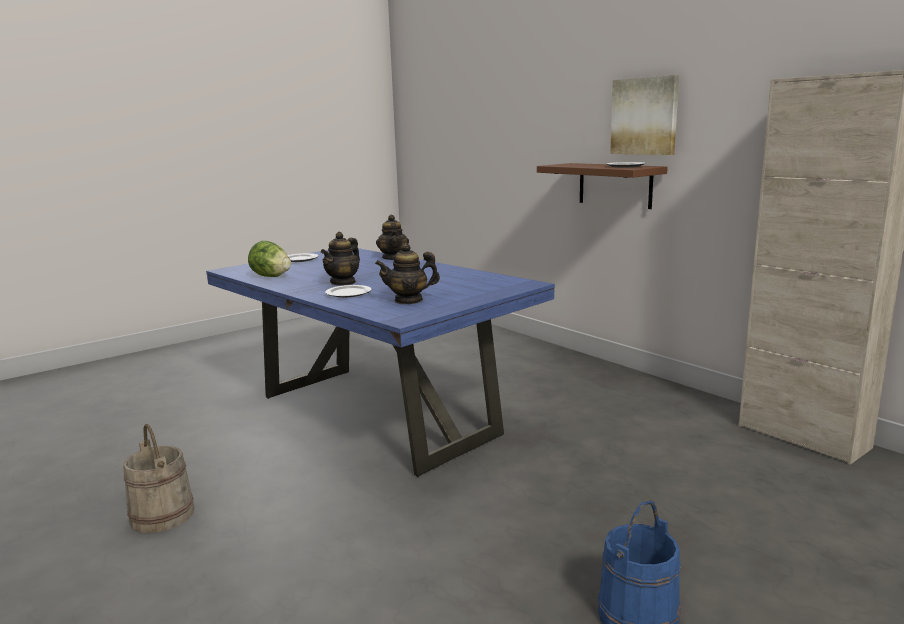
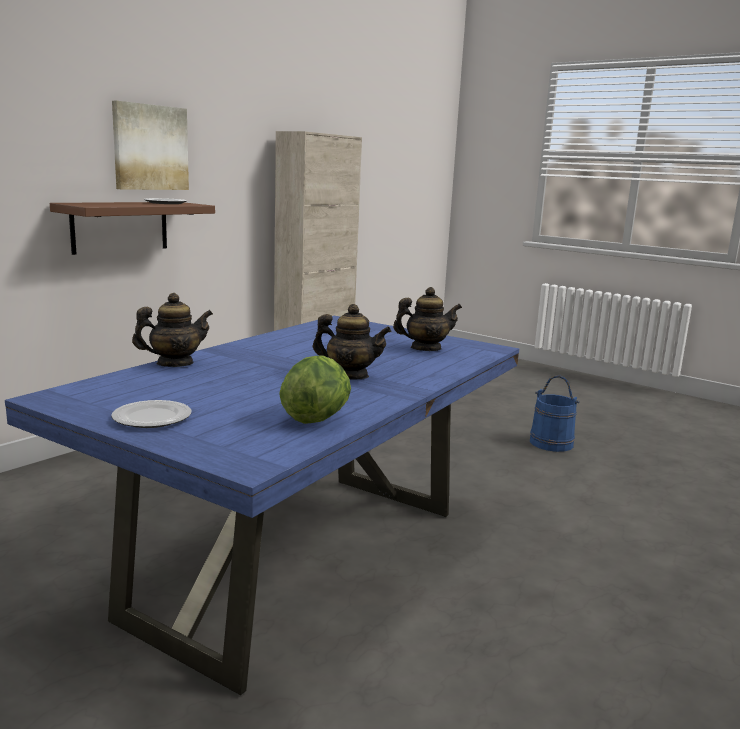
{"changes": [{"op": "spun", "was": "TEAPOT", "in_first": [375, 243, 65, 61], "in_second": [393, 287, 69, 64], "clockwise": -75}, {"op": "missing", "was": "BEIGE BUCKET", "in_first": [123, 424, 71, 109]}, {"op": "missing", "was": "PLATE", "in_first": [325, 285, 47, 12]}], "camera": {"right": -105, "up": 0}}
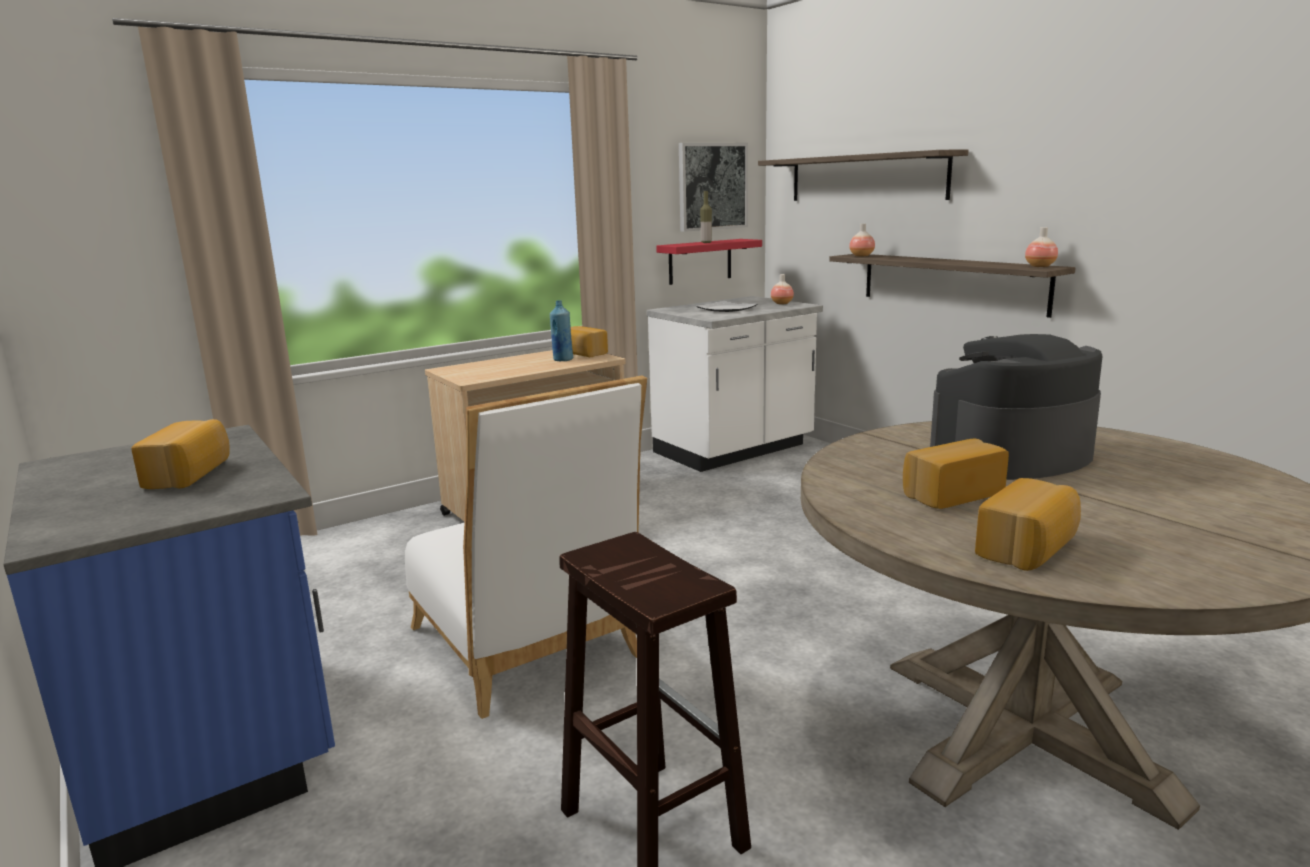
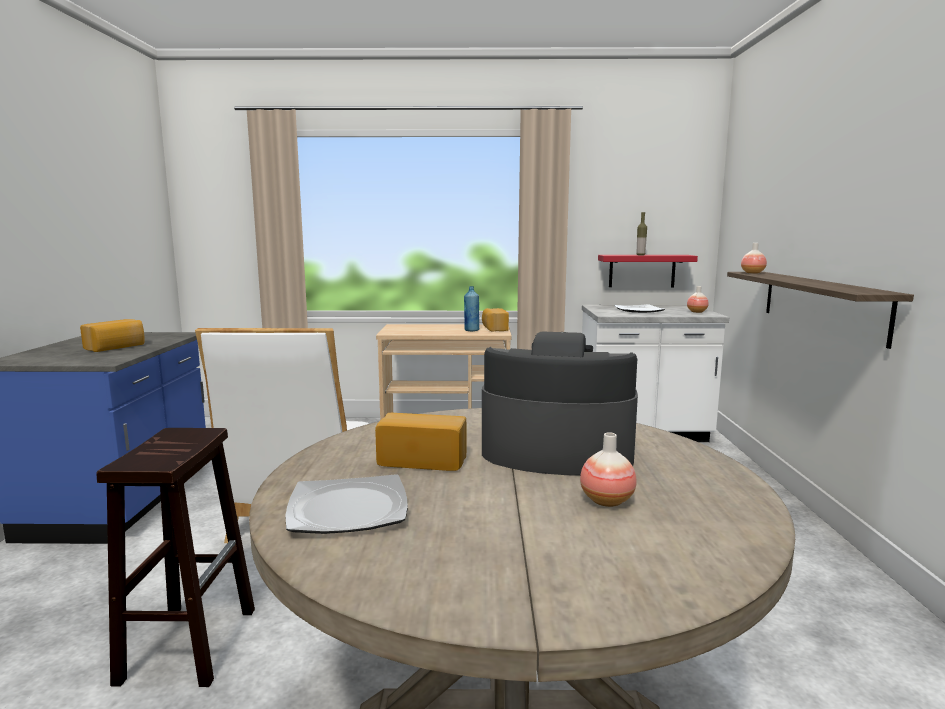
{"changes": [{"op": "exchanged", "was": "BREAD", "now": "PLATE", "in_first": [975, 478, 106, 93], "in_second": [285, 474, 123, 60]}, {"op": "relocated", "was": "VASE", "in_first": [1025, 227, 33, 40], "in_second": [580, 432, 56, 75]}, {"op": "missing", "was": "PICTURE", "in_first": [679, 143, 69, 89]}, {"op": "missing", "was": "SHELF", "in_first": [758, 150, 211, 51]}], "camera": {"right": 35, "up": -5}}
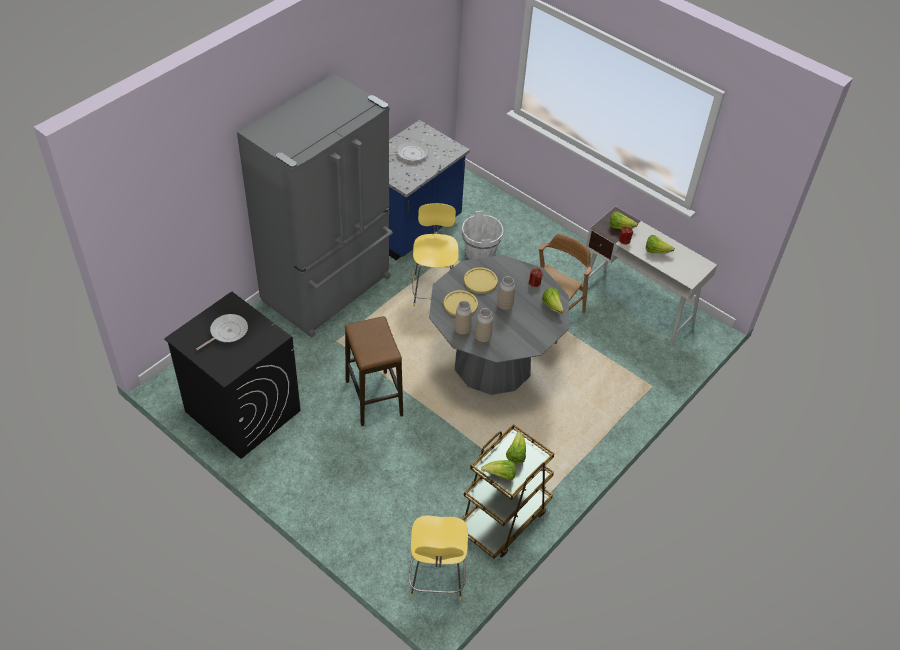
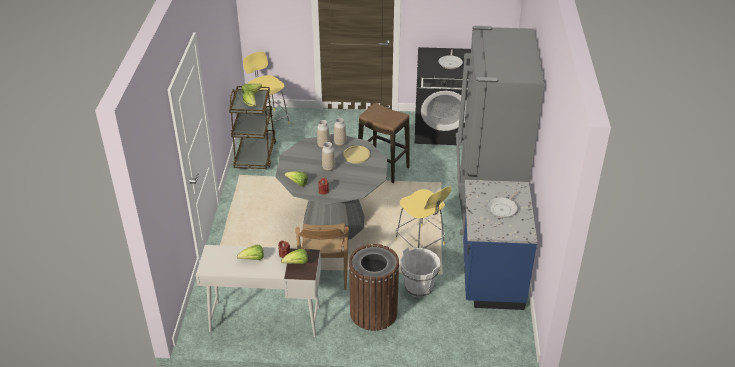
{"changes": [{"op": "appeared", "now": "BROWN TRASH CAN", "in_second": [349, 244, 50, 87]}, {"op": "missing", "was": "YELLOW PLATE", "in_first": [464, 267, 34, 27]}], "camera": {"right": 145, "up": -10}}
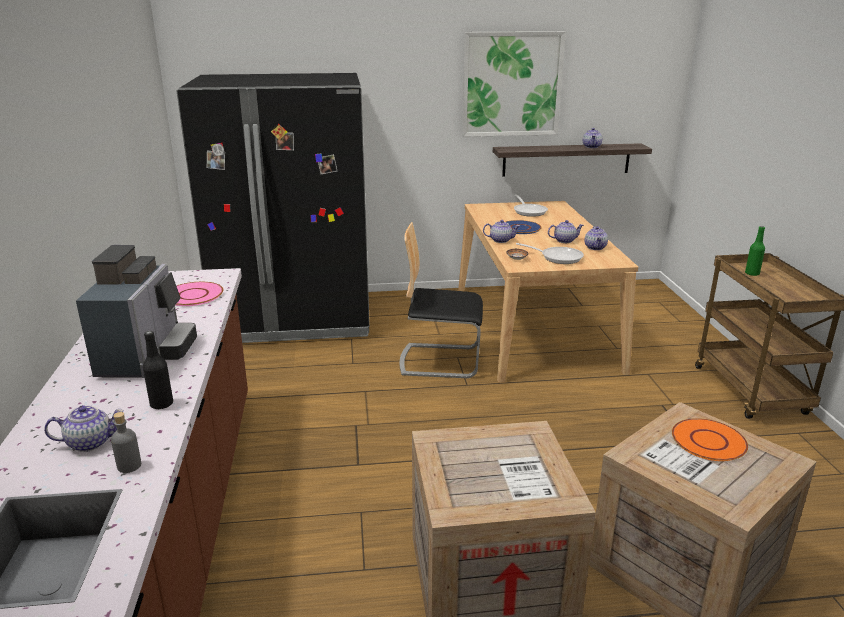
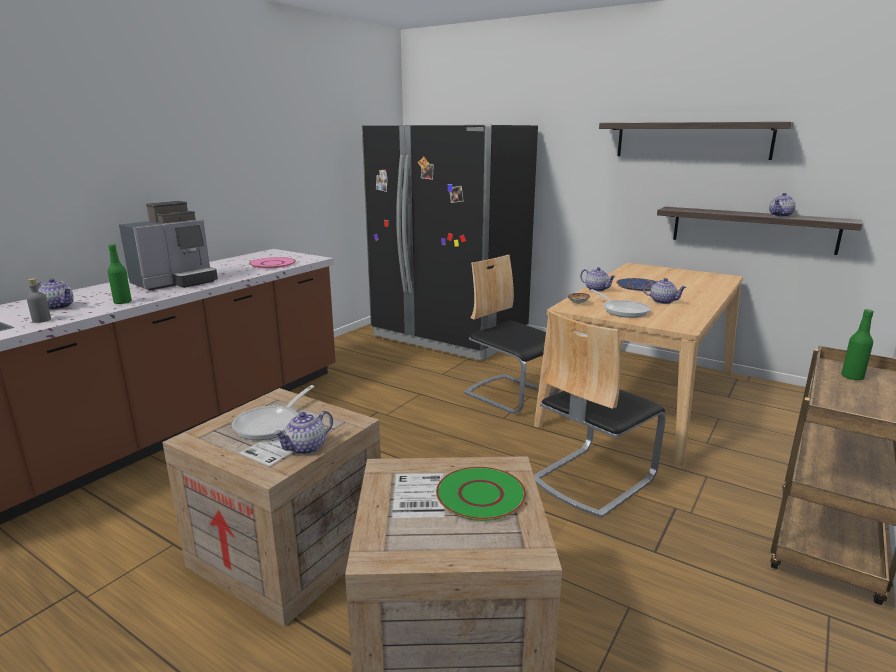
{"changes": [{"op": "colour", "was": "BLACK BOTTLE", "now": "GREEN BOTTLE", "in_first": [143, 331, 30, 78], "in_second": [108, 244, 24, 60]}, {"op": "relocated", "was": "FRYING PAN", "in_first": [514, 195, 34, 22], "in_second": [232, 385, 83, 55]}, {"op": "relocated", "was": "TEAPOT", "in_first": [585, 226, 23, 24], "in_second": [274, 410, 59, 45]}, {"op": "colour", "was": "ORANGE PLATE", "now": "GREEN PLATE", "in_first": [672, 418, 76, 43], "in_second": [436, 467, 90, 54]}, {"op": "appeared", "now": "CHAIR", "in_second": [534, 311, 132, 207]}, {"op": "exchanged", "was": "PICTURE", "now": "SHELF", "in_first": [462, 31, 104, 106], "in_second": [599, 122, 195, 38]}], "camera": {"right": 40, "up": -5}}
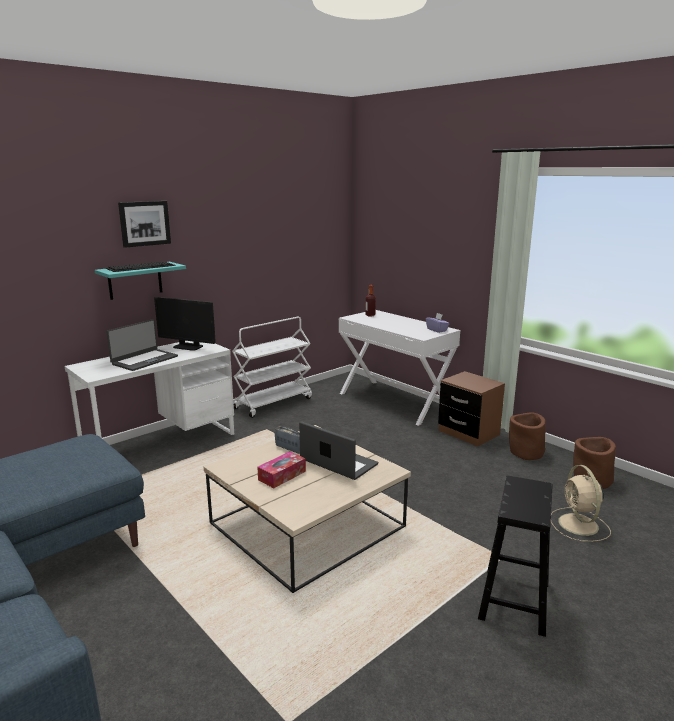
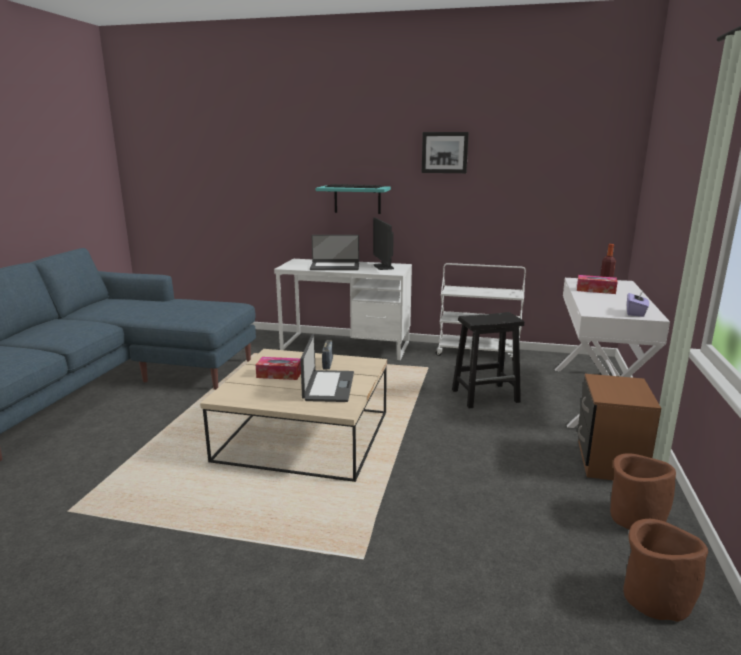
{"changes": [{"op": "relocated", "was": "PICTURE", "in_first": [118, 201, 53, 47], "in_second": [422, 132, 47, 41]}, {"op": "relocated", "was": "BLACK STOOL", "in_first": [478, 476, 75, 161], "in_second": [452, 312, 72, 97]}, {"op": "appeared", "now": "TISSUE BOX", "in_second": [577, 275, 41, 19]}, {"op": "missing", "was": "BEIGE FAN", "in_first": [551, 465, 60, 77]}], "camera": {"right": 55, "up": 0}}
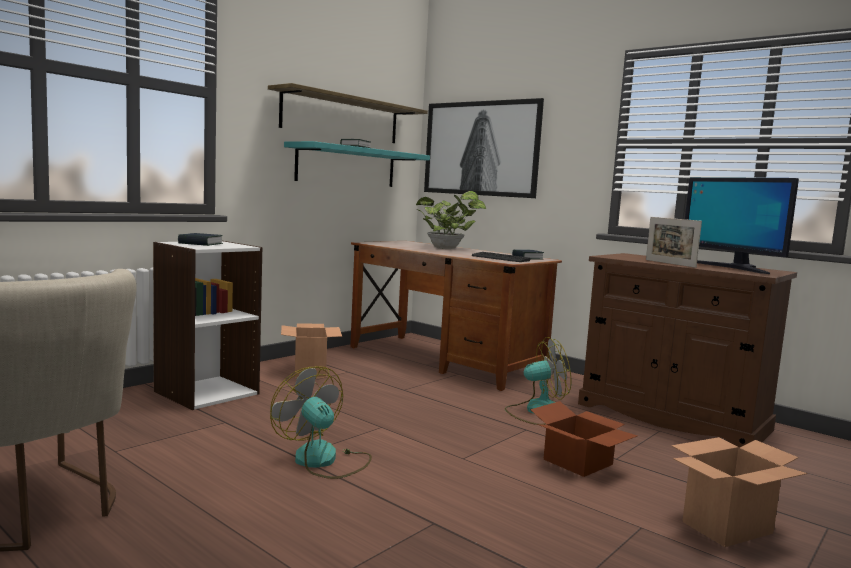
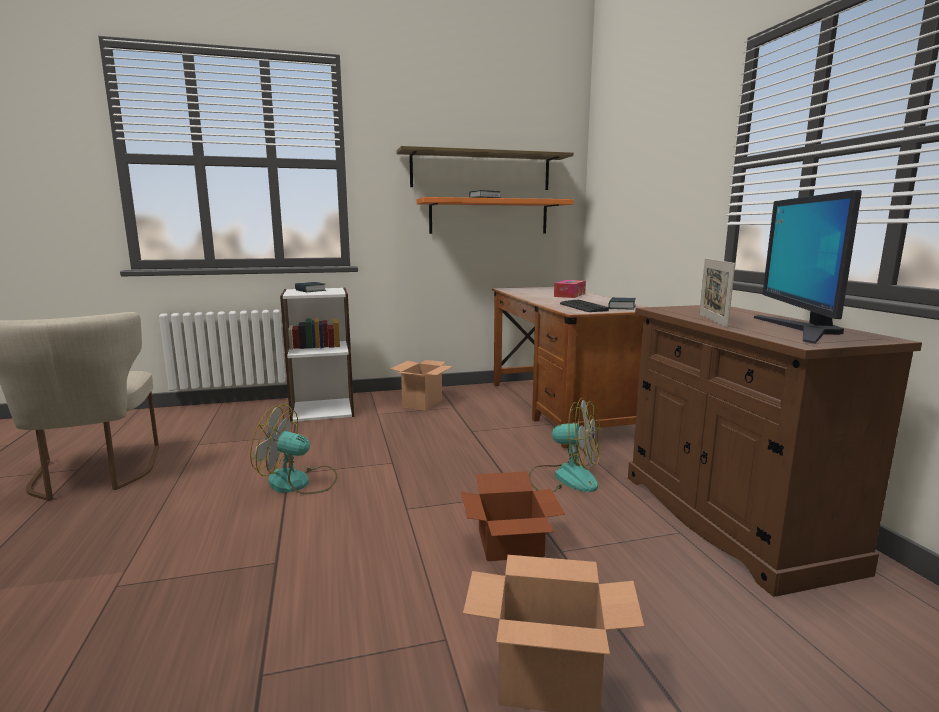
{"changes": [{"op": "spun", "was": "FAN", "in_first": [270, 366, 102, 113], "in_second": [250, 404, 88, 91], "clockwise": -75}, {"op": "colour", "was": "TURQUOISE SHELF", "now": "ORANGE SHELF", "in_first": [284, 141, 146, 46], "in_second": [416, 197, 158, 37]}, {"op": "exchanged", "was": "POTTED PLANT", "now": "TISSUE BOX", "in_first": [416, 191, 70, 58], "in_second": [554, 280, 32, 18]}, {"op": "missing", "was": "PICTURE", "in_first": [424, 98, 120, 100]}], "camera": {"right": 35, "up": 5}}
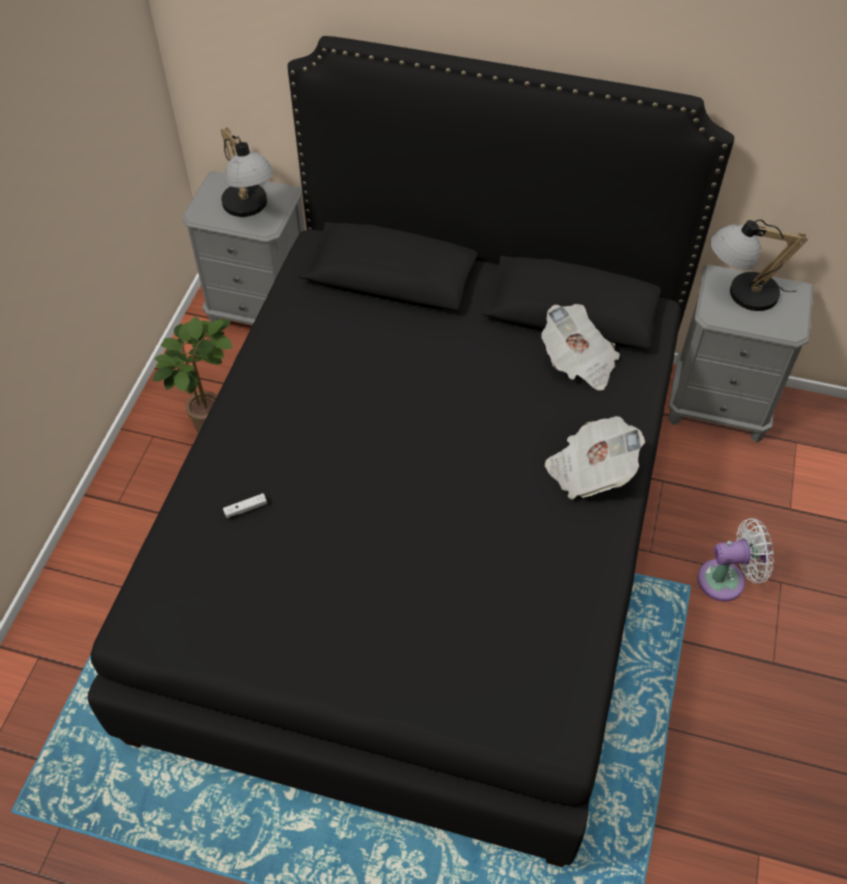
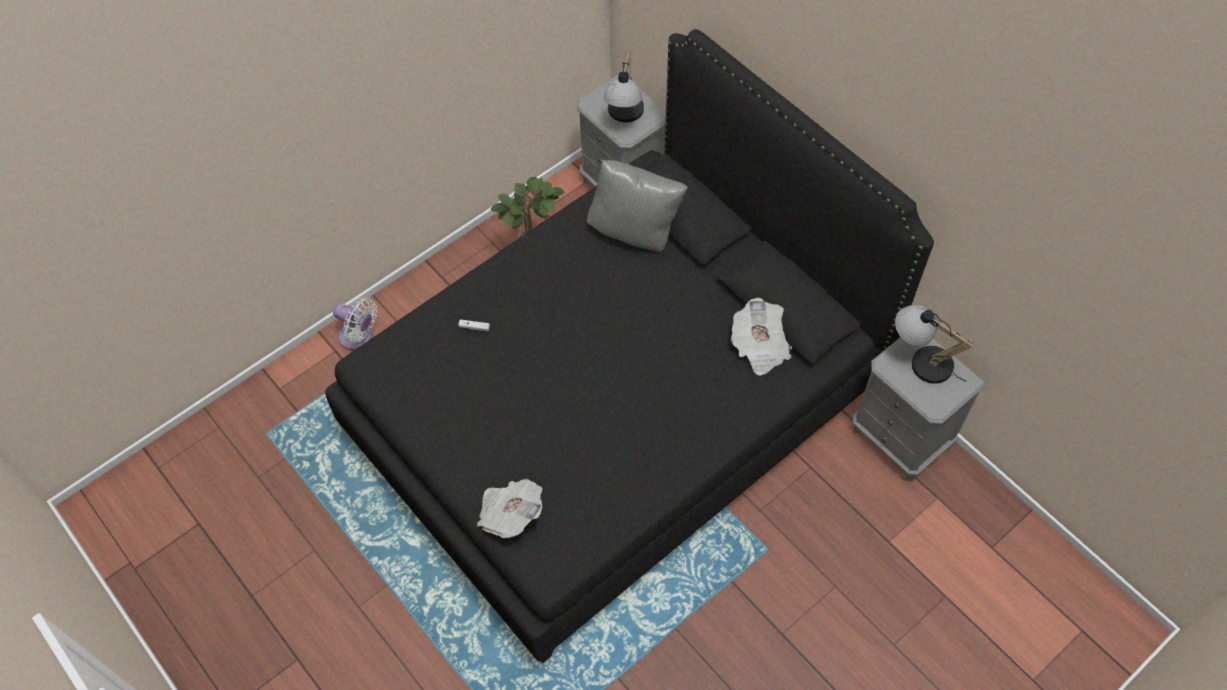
{"changes": [{"op": "relocated", "was": "WHITE FAN", "in_first": [697, 518, 77, 83], "in_second": [333, 298, 44, 53]}, {"op": "relocated", "was": "NEWSPAPER", "in_first": [545, 416, 100, 83], "in_second": [477, 479, 65, 59]}, {"op": "appeared", "now": "GREY PILLOW", "in_second": [587, 160, 101, 92]}], "camera": {"right": 35, "up": 5}}
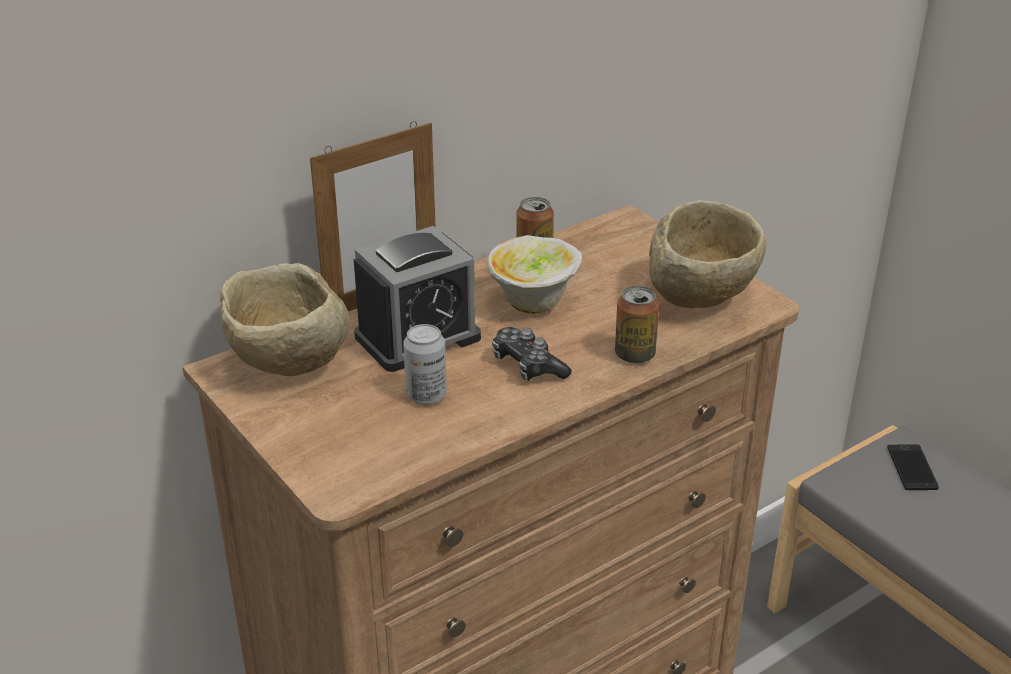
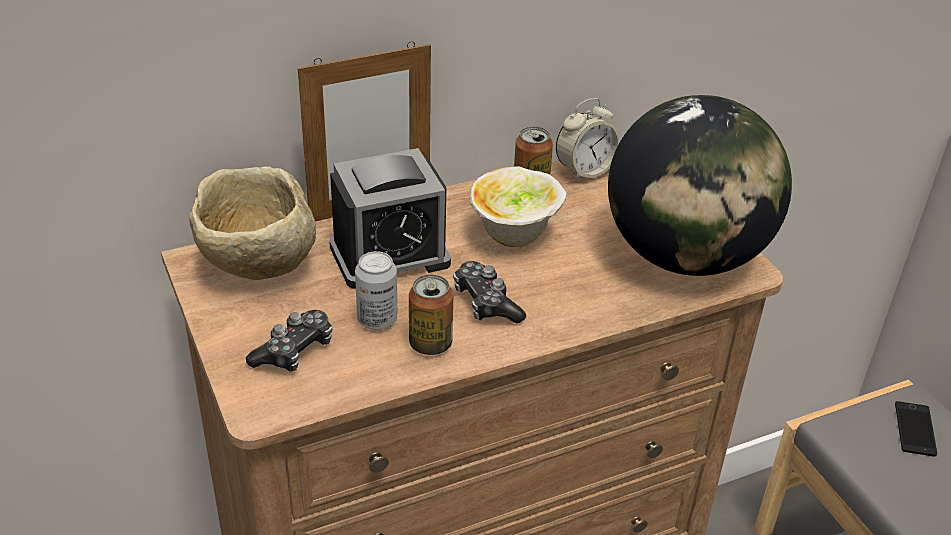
{"changes": [{"op": "appeared", "now": "GAME CONTROLLER", "in_second": [246, 310, 86, 62]}, {"op": "relocated", "was": "CAN", "in_first": [615, 286, 44, 78], "in_second": [409, 275, 44, 80]}, {"op": "appeared", "now": "ALARM CLOCK", "in_second": [556, 98, 65, 84]}, {"op": "exchanged", "was": "BEIGE BOWL", "now": "GLOBE", "in_first": [649, 200, 117, 109], "in_second": [608, 95, 184, 181]}], "camera": {"right": 10, "up": 5}}
